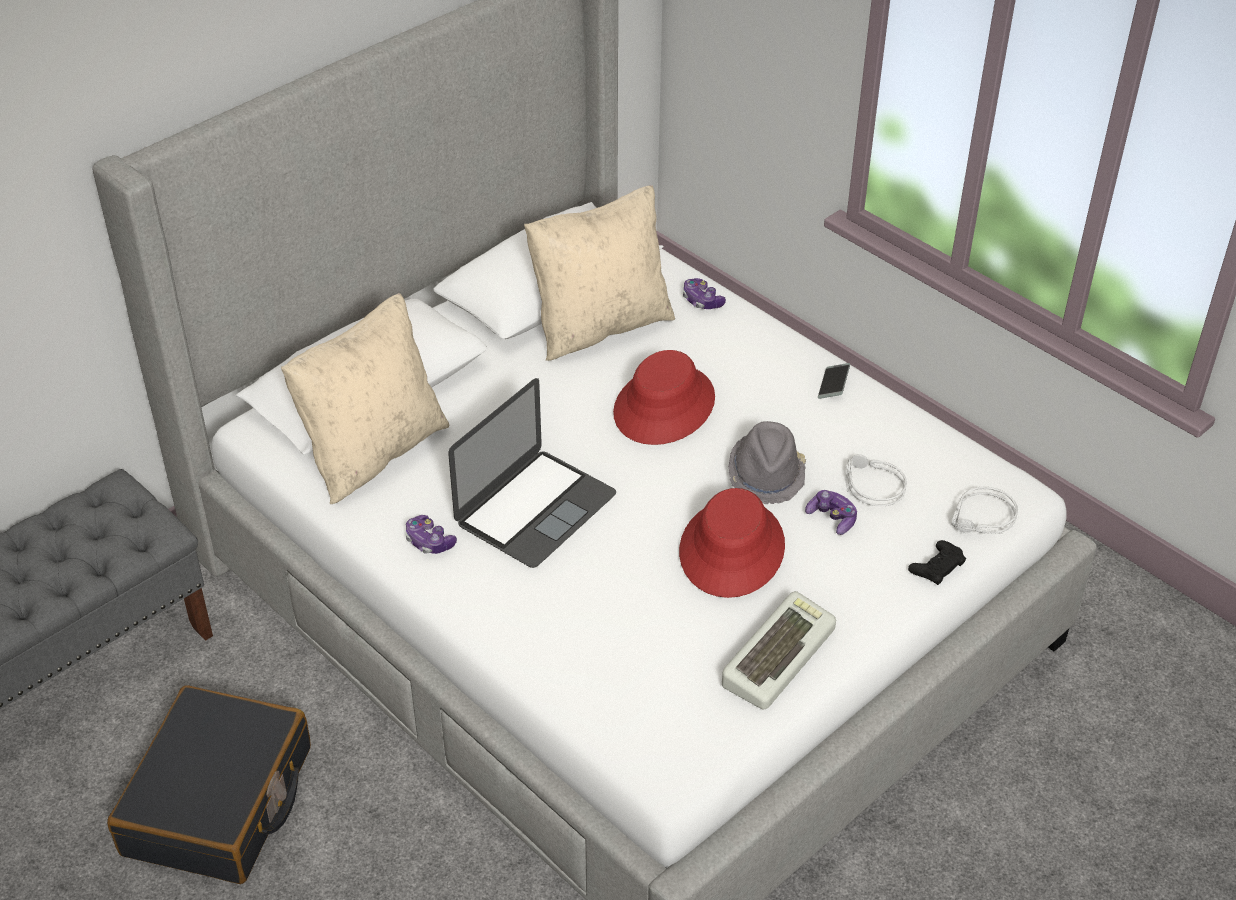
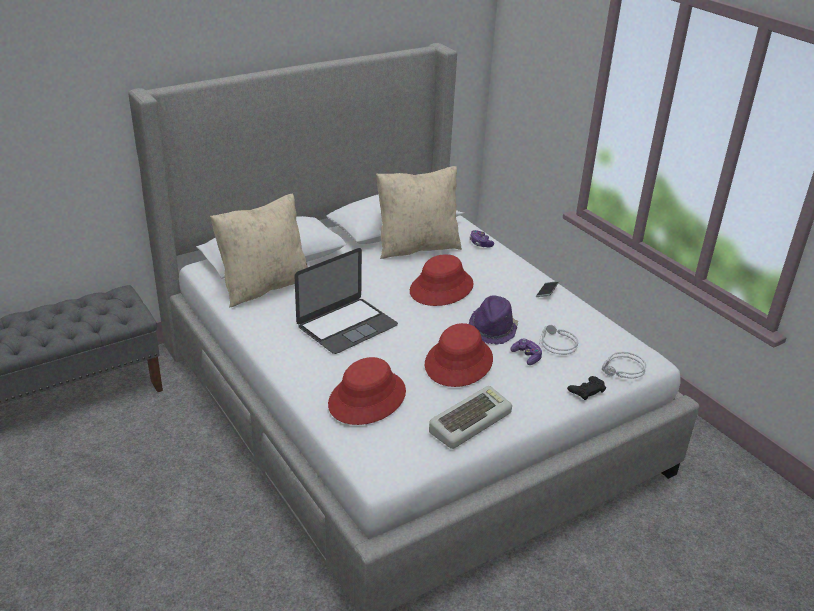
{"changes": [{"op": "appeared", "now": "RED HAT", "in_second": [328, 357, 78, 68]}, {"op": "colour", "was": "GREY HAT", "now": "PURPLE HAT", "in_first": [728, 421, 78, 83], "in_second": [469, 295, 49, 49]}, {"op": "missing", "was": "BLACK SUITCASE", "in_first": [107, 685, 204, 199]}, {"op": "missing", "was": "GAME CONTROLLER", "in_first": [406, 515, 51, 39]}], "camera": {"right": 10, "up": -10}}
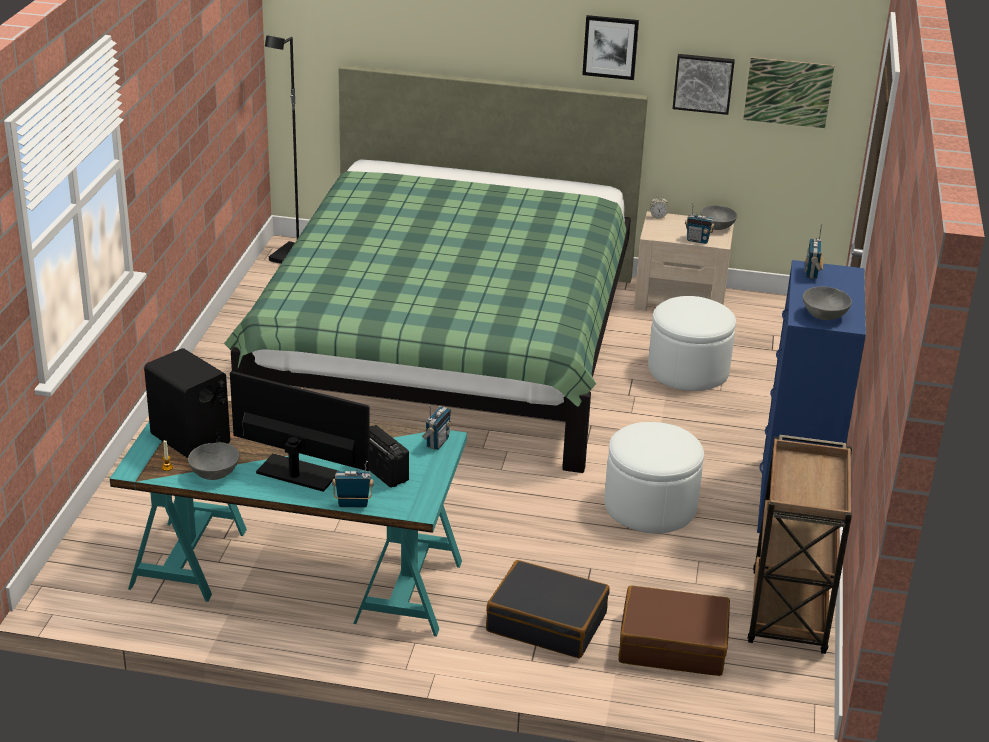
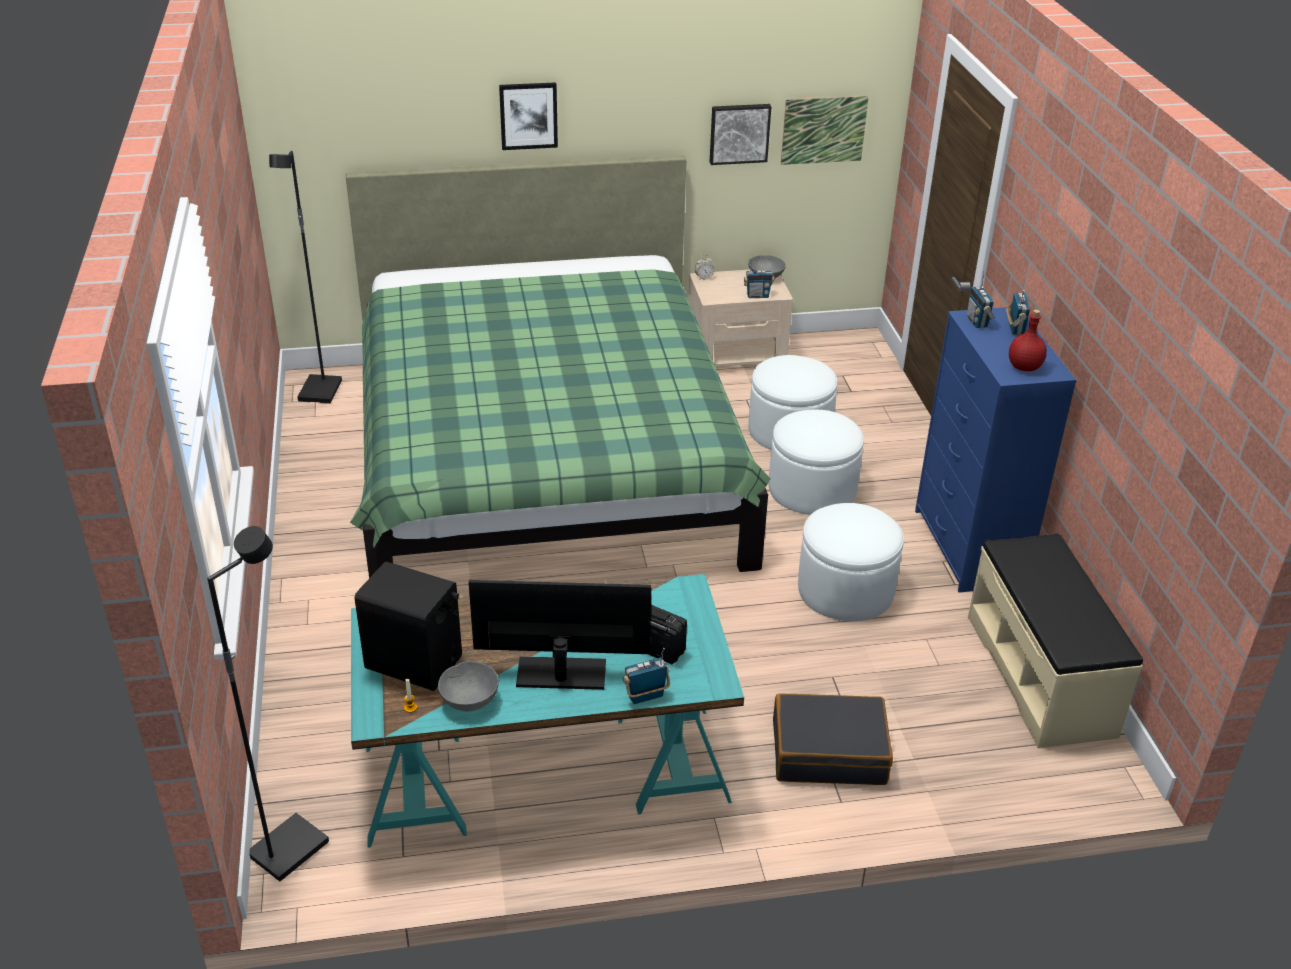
{"changes": [{"op": "appeared", "now": "BLACK FLOOR LAMP", "in_second": [207, 526, 122, 355]}, {"op": "relocated", "was": "PICTURE", "in_first": [582, 15, 57, 65], "in_second": [499, 82, 59, 68]}, {"op": "appeared", "now": "WHITE OTTOMAN", "in_second": [769, 410, 95, 105]}, {"op": "exchanged", "was": "BROWN CART", "now": "BEIGE BENCH", "in_first": [747, 435, 105, 219], "in_second": [968, 534, 175, 214]}, {"op": "relocated", "was": "RADIO", "in_first": [422, 404, 29, 46], "in_second": [1006, 290, 24, 45]}, {"op": "exchanged", "was": "GREY BOWL", "now": "RED BOTTLE", "in_first": [803, 287, 49, 33], "in_second": [1009, 310, 38, 61]}, {"op": "missing", "was": "BROWN SUITCASE", "in_first": [618, 586, 112, 90]}], "camera": {"right": -20, "up": 5}}
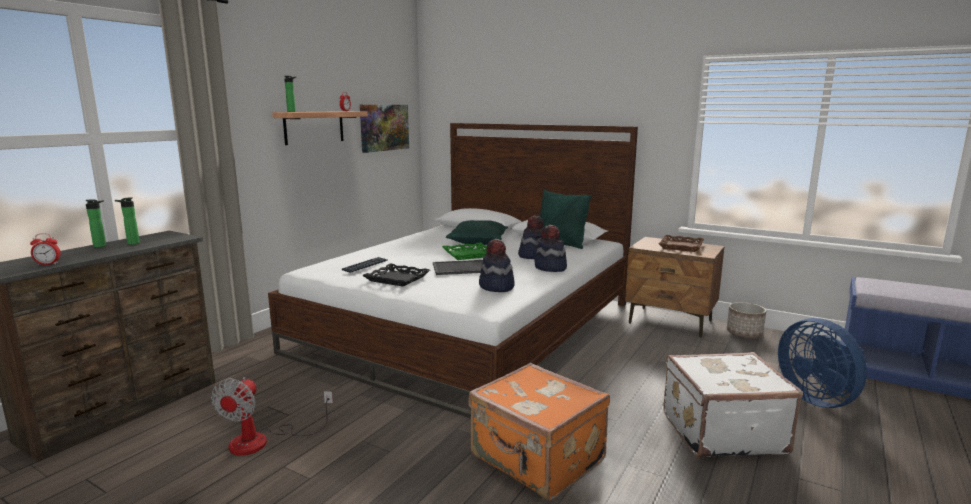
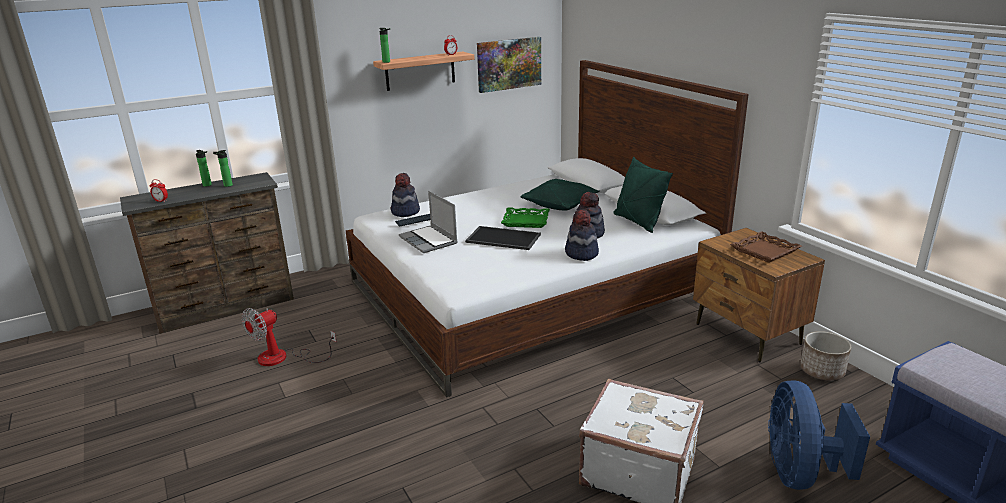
{"changes": [{"op": "relocated", "was": "HAT", "in_first": [479, 239, 35, 53], "in_second": [391, 173, 29, 44]}, {"op": "exchanged", "was": "BLACK TRAY", "now": "LAPTOP", "in_first": [362, 264, 68, 23], "in_second": [399, 191, 59, 62]}, {"op": "missing", "was": "ORANGE SUITCASE", "in_first": [468, 363, 142, 137]}], "camera": {"right": 30, "up": 10}}
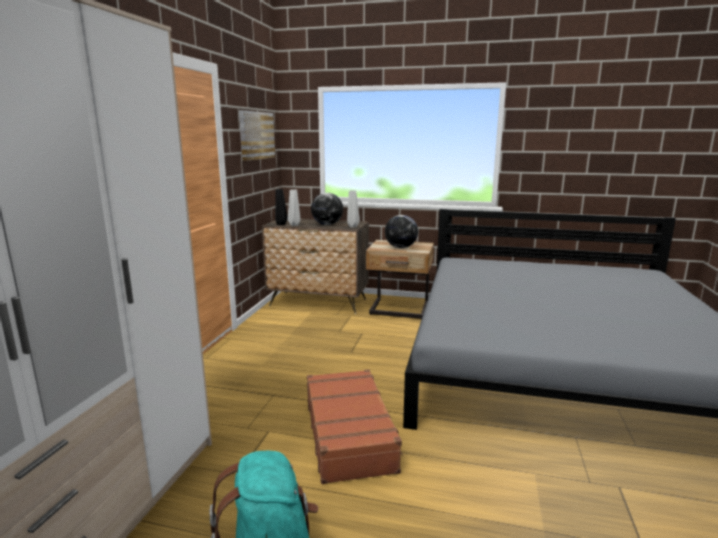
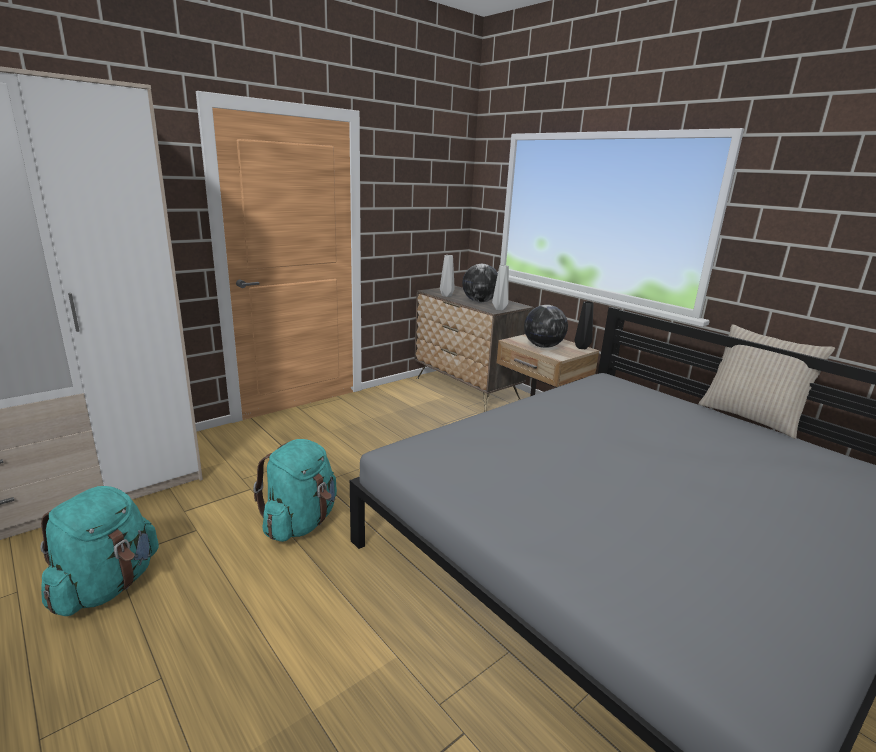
{"changes": [{"op": "exchanged", "was": "BROWN SUITCASE", "now": "TURQUOISE BACKPACK", "in_first": [307, 369, 96, 115], "in_second": [253, 439, 84, 103]}, {"op": "relocated", "was": "BLACK VASE", "in_first": [275, 189, 13, 36], "in_second": [575, 301, 18, 48]}, {"op": "appeared", "now": "BEIGE PILLOW", "in_second": [699, 324, 136, 115]}, {"op": "missing", "was": "PICTURE", "in_first": [239, 110, 36, 51]}], "camera": {"right": 35, "up": 5}}
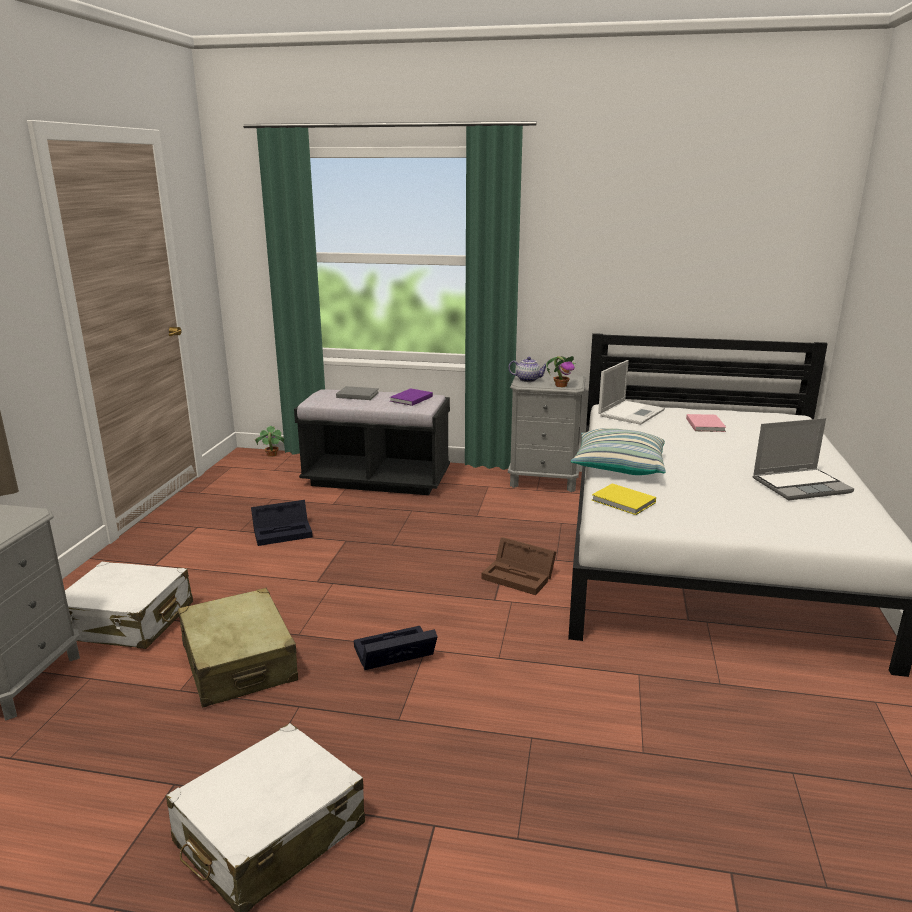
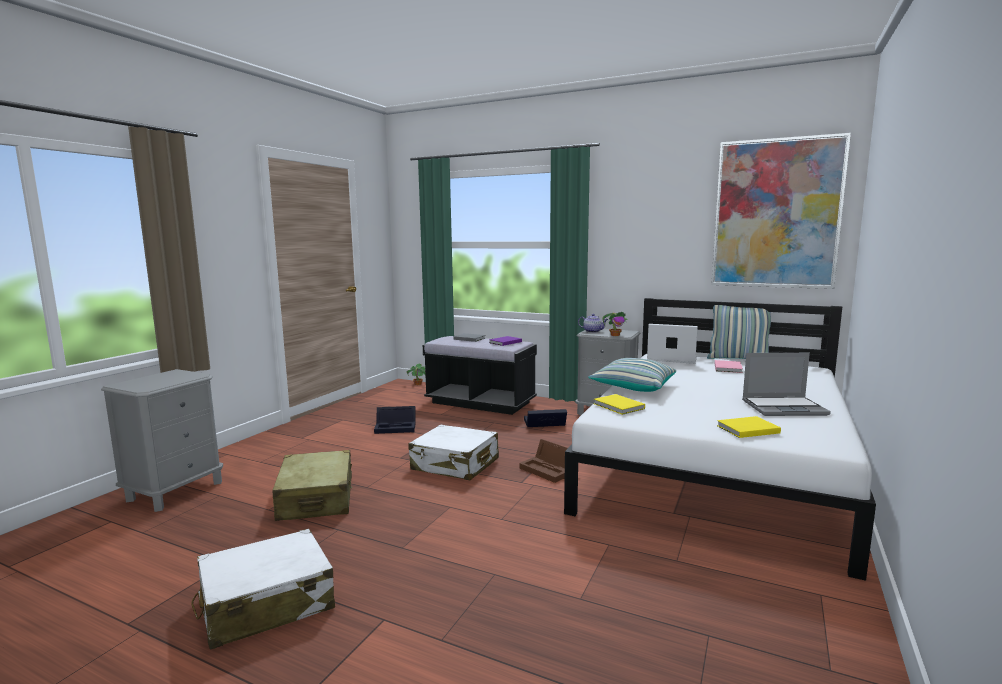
{"changes": [{"op": "relocated", "was": "WHITE SUITCASE", "in_first": [65, 562, 128, 87], "in_second": [408, 425, 91, 55]}, {"op": "relocated", "was": "BLACK STORAGE BOX", "in_first": [354, 626, 84, 44], "in_second": [524, 409, 43, 18]}, {"op": "spun", "was": "LAPTOP", "in_first": [598, 360, 67, 65], "in_second": [647, 324, 51, 40], "clockwise": -120}, {"op": "appeared", "now": "PILLOW", "in_second": [707, 305, 64, 54]}, {"op": "appeared", "now": "PICTURE", "in_second": [711, 133, 140, 156]}, {"op": "appeared", "now": "YELLOW BOOK", "in_second": [717, 416, 64, 22]}], "camera": {"right": 15, "up": -10}}
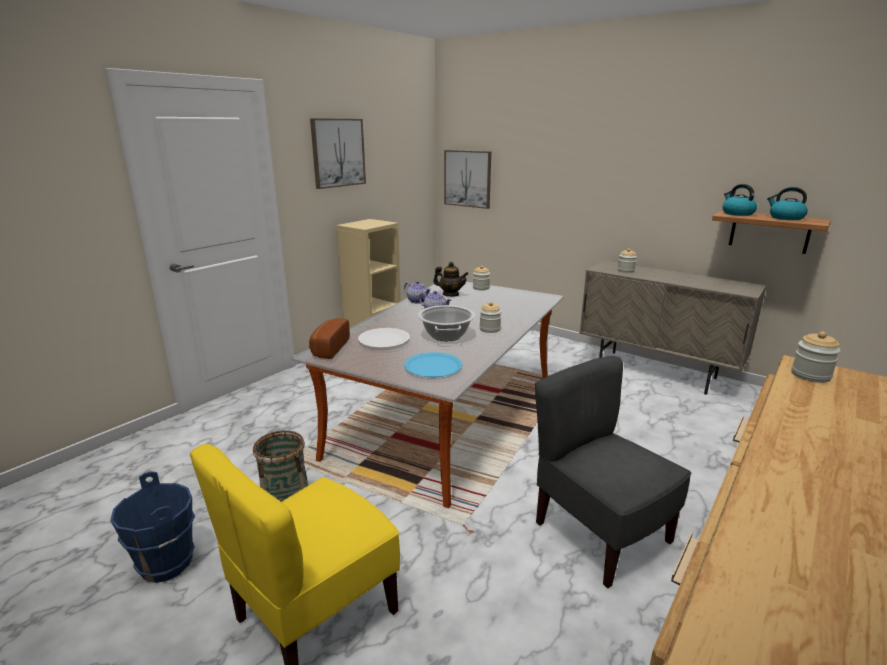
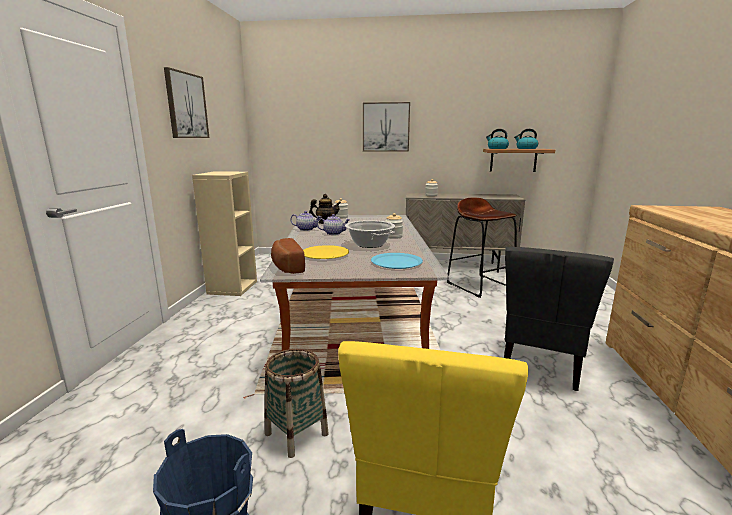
{"changes": [{"op": "colour", "was": "WHITE PLATE", "now": "YELLOW PLATE", "in_first": [358, 328, 52, 20], "in_second": [303, 245, 46, 14]}, {"op": "relocated", "was": "PICTURE", "in_first": [444, 150, 47, 59], "in_second": [363, 102, 47, 50]}, {"op": "appeared", "now": "BROWN STOOL", "in_second": [447, 198, 70, 100]}, {"op": "spun", "was": "GREY CHAIR", "in_first": [535, 356, 157, 232], "in_second": [504, 247, 110, 144], "clockwise": -90}, {"op": "missing", "was": "JAR", "in_first": [791, 331, 50, 52]}], "camera": {"right": -30, "up": -5}}
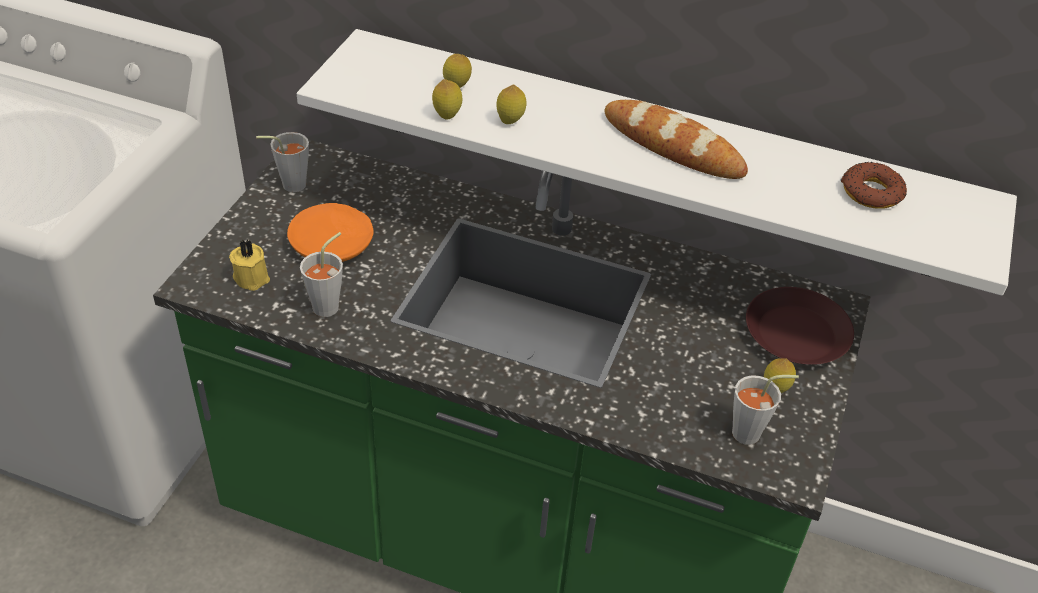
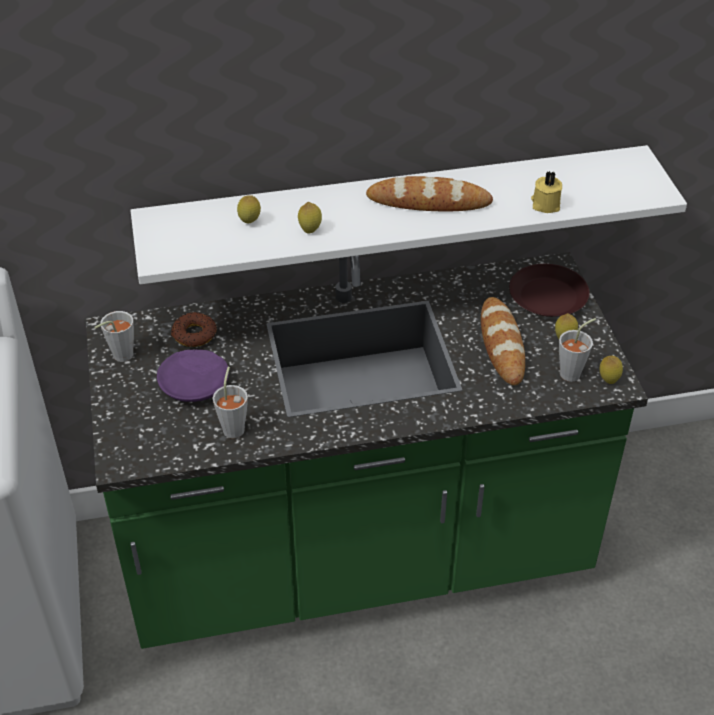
{"changes": [{"op": "colour", "was": "ORANGE PLATE", "now": "PURPLE PLATE", "in_first": [287, 203, 86, 59], "in_second": [157, 350, 72, 52]}, {"op": "relocated", "was": "DONUT", "in_first": [841, 162, 66, 47], "in_second": [171, 312, 46, 35]}, {"op": "appeared", "now": "BREAD", "in_second": [481, 297, 44, 88]}, {"op": "relocated", "was": "YELLOW CANDLE", "in_first": [229, 240, 41, 51], "in_second": [531, 171, 31, 42]}, {"op": "relocated", "was": "LEMON", "in_first": [432, 79, 30, 41], "in_second": [599, 356, 24, 28]}], "camera": {"right": -30, "up": 0}}
